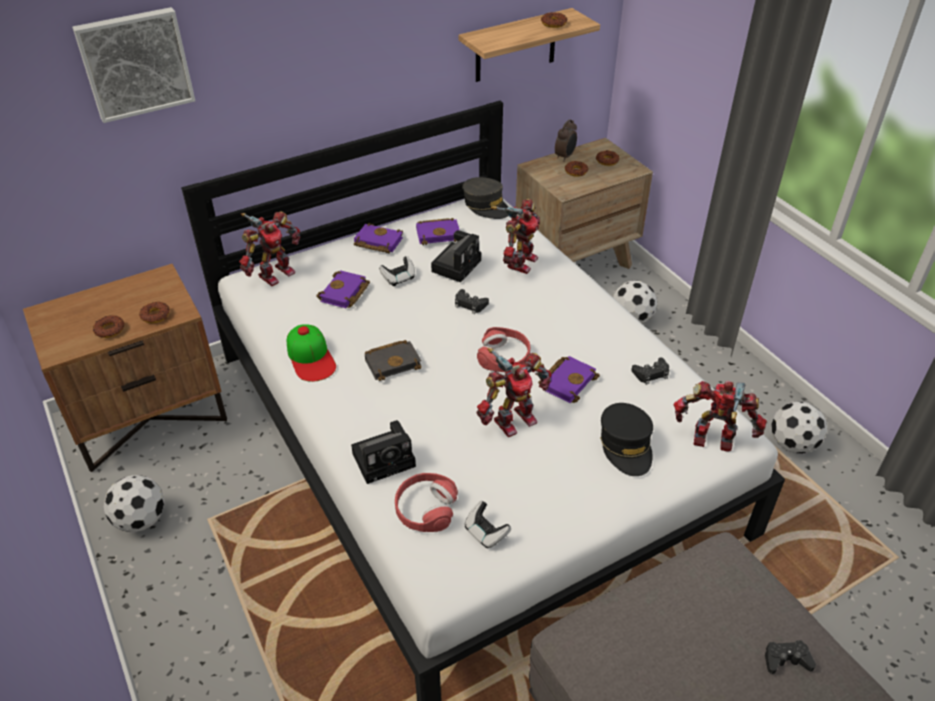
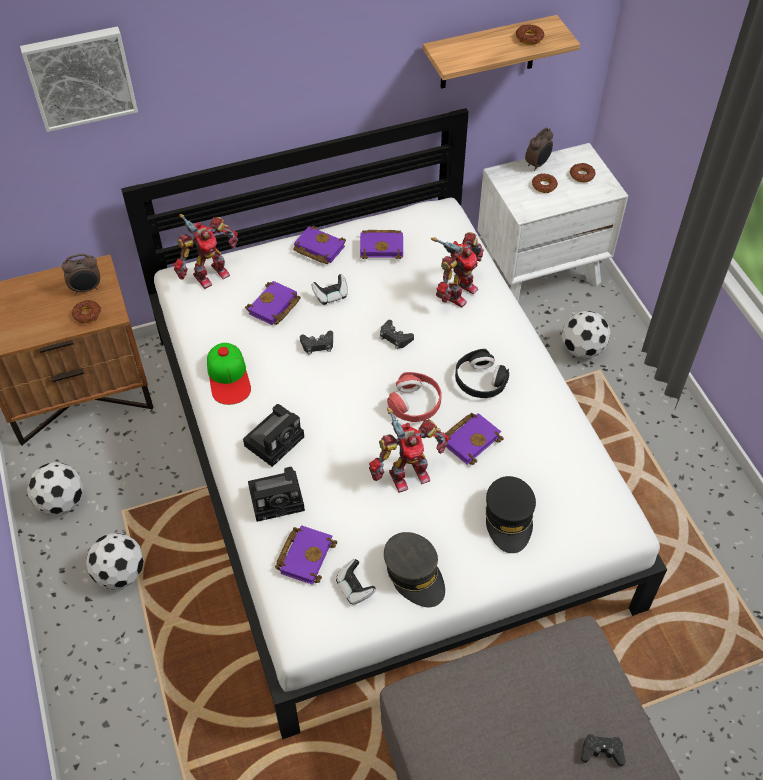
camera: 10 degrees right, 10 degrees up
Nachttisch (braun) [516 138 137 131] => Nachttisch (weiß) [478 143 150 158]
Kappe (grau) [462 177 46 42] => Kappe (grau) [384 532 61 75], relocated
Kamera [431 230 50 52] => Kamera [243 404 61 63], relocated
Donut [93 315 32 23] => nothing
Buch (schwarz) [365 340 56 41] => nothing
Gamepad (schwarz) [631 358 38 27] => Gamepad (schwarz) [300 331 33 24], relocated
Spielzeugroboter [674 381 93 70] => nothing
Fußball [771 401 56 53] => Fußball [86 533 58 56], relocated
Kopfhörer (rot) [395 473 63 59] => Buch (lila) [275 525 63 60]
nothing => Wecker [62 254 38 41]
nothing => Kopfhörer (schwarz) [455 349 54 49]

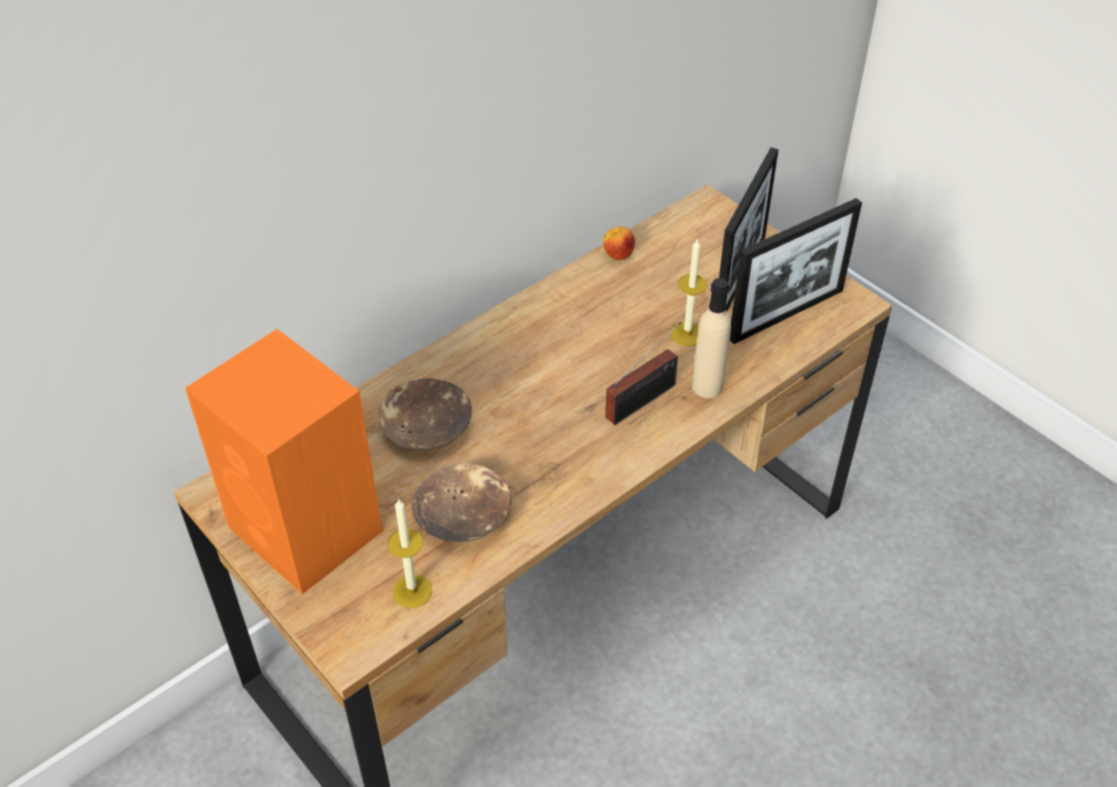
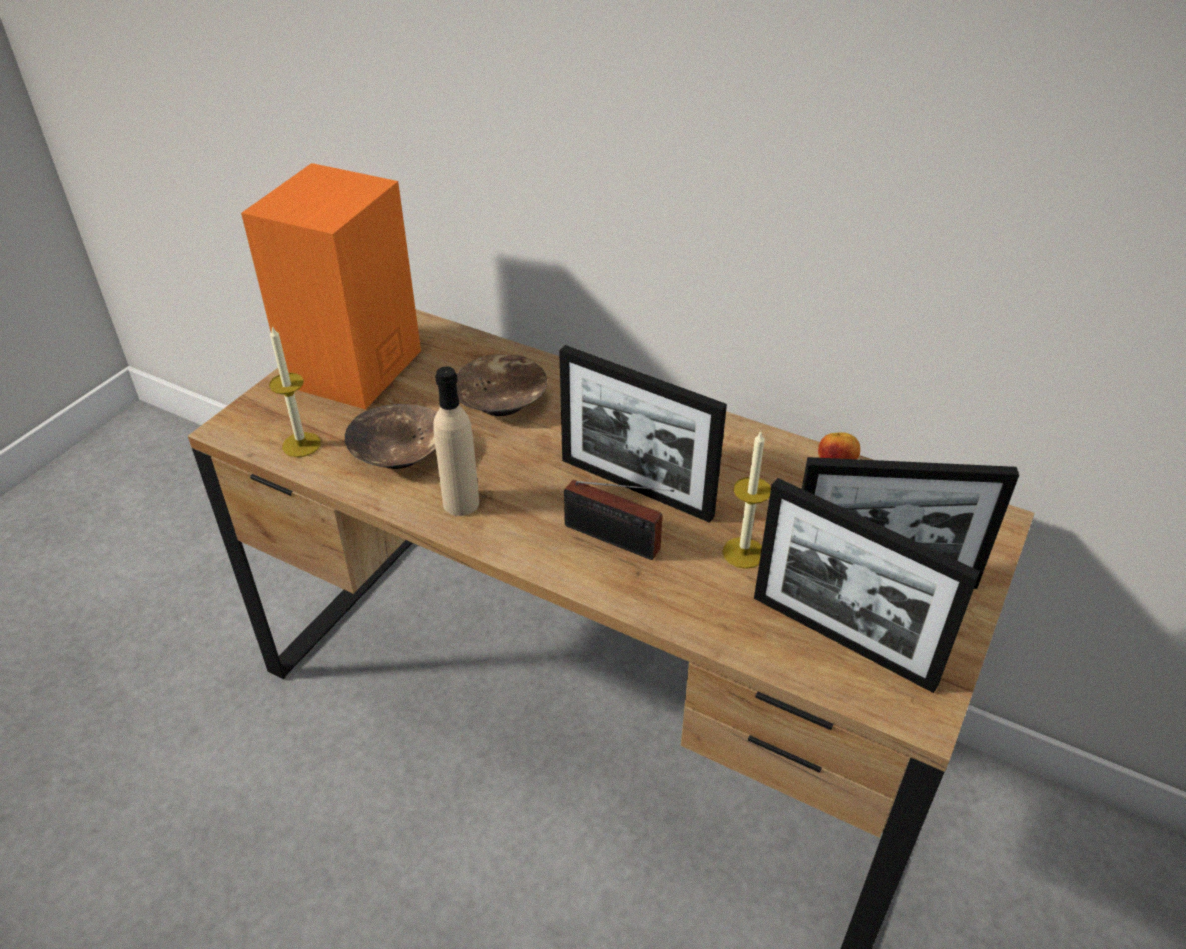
camera: 70 degrees right, 5 degrees down
Flasche (beige) [692 278 39 120] => Flasche (beige) [433 366 46 150], relocated
nothing => Bilderrahmen [559 345 168 178]

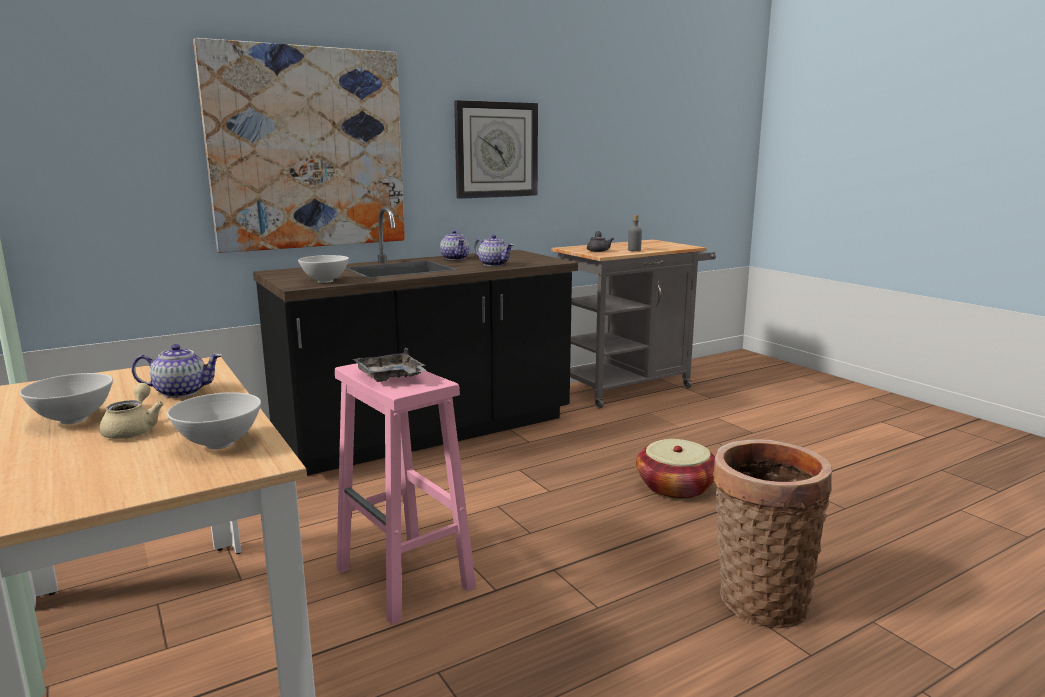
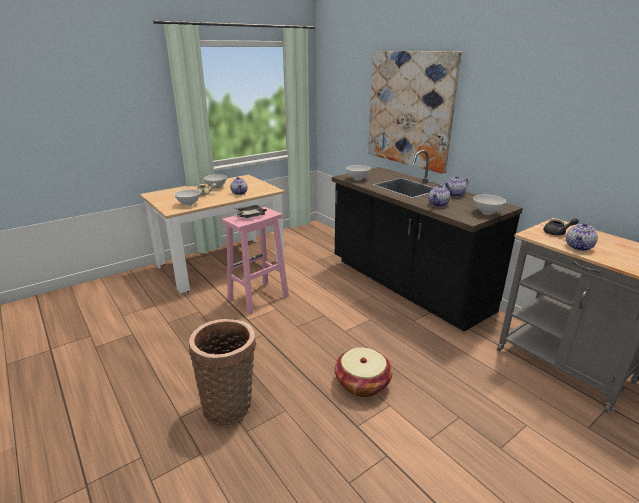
camera: 85 degrees right, 10 degrees up
Wanduhr [454 100 84 99] => nothing
Flasche (grau) [628 215 14 36] => Teekanne [566 222 32 29]
nothing => Schüssel (weiß) [473 195 33 20]

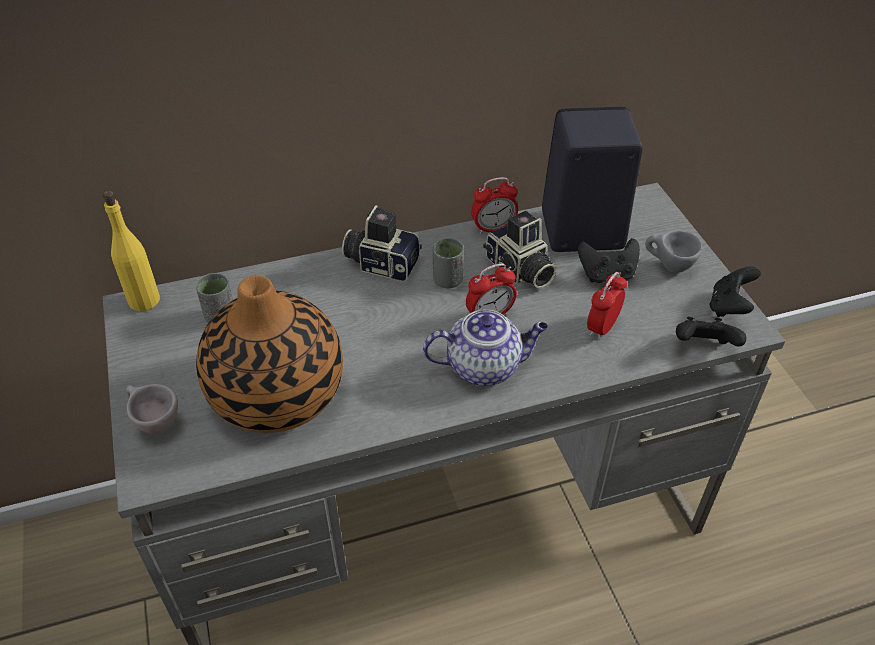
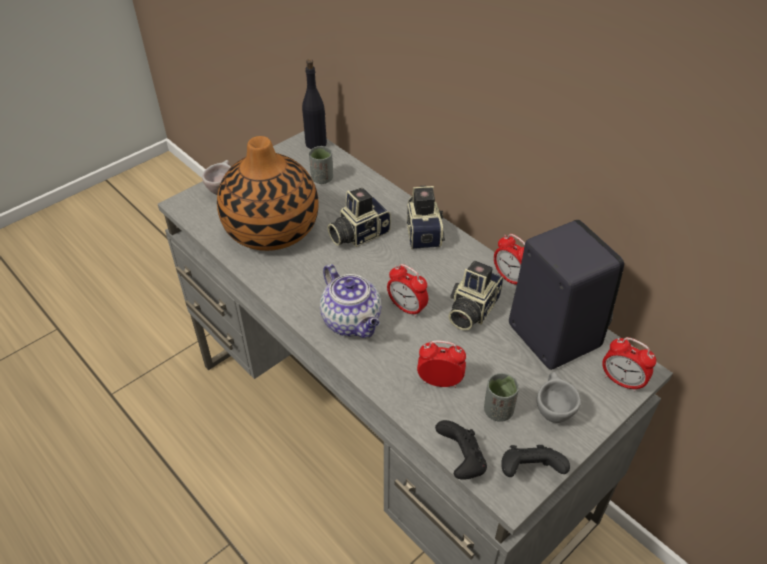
camera: 65 degrees right, 0 degrees up
Flasche (gelb) [103 191 57 120] => Flasche (schwarz) [302 59 25 90]
Tasse (grau) [433 238 31 50] => Tasse (grau) [484 373 35 49], relocated
Gamepad (schwarz) [578 238 62 45] => nothing
nothing => Kamera [328 188 63 59]
nothing => Wecker [602 337 54 55]

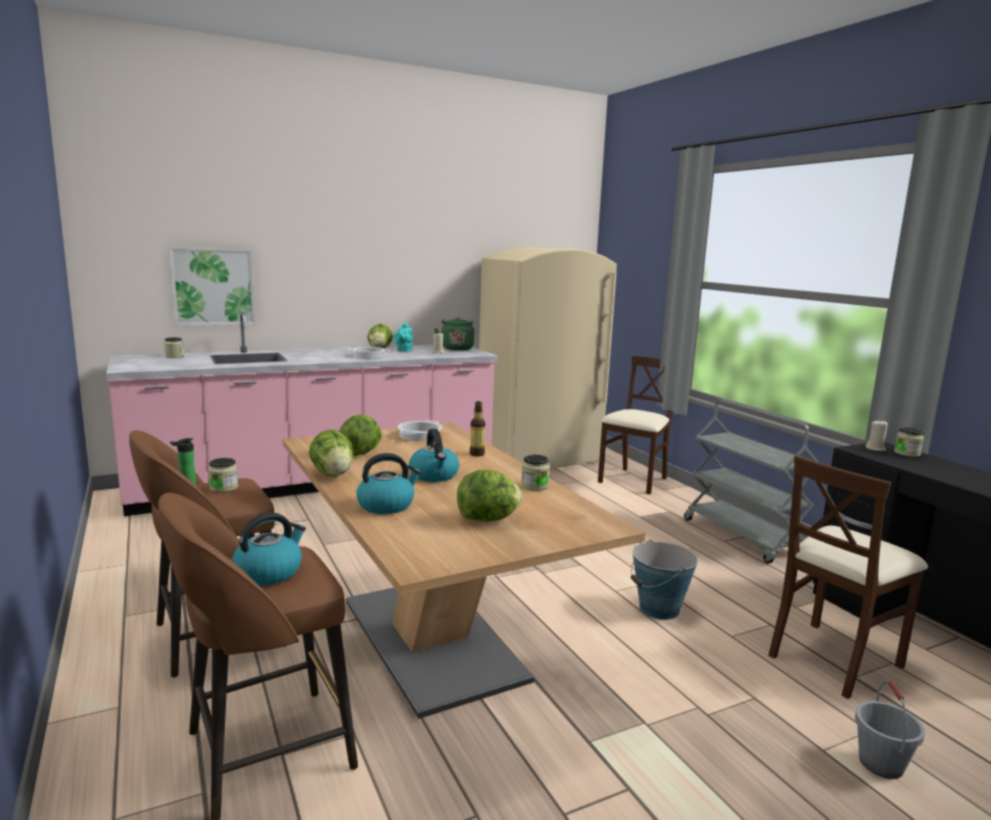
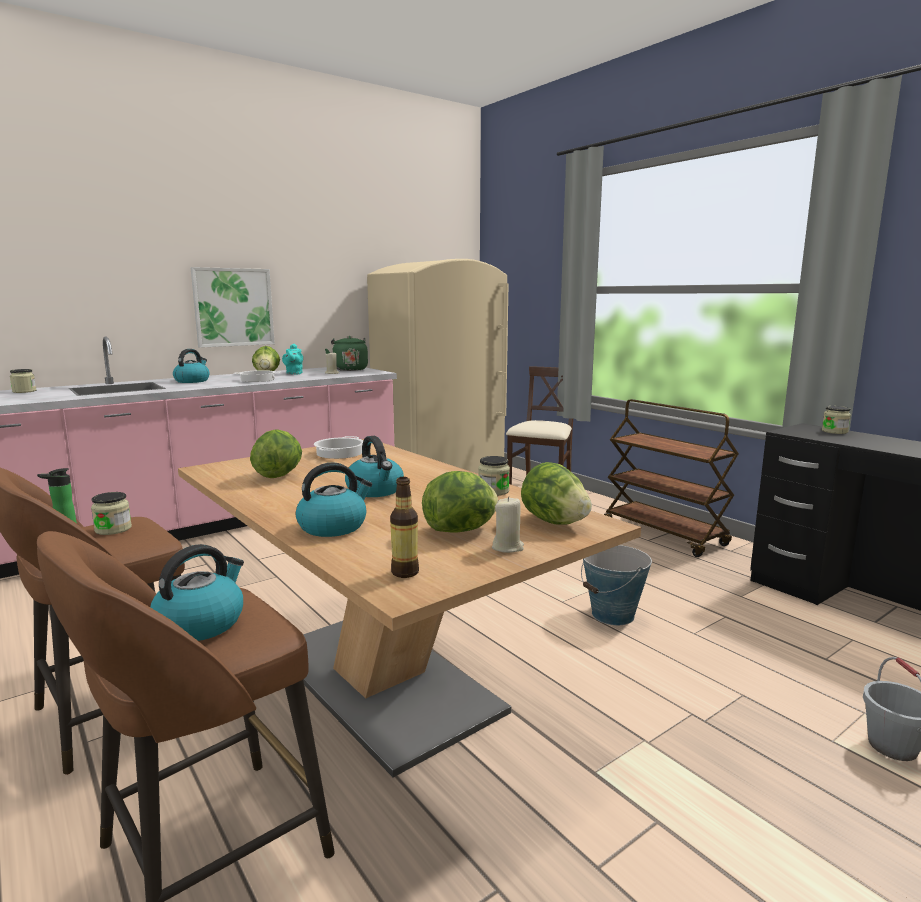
camera: 10 degrees left, 0 degrees up
Bild [169 247 87 79] => Bild [190 267 85 81], relocated
Rollwagen (grau) [684 399 134 165] => Rollwagen (braun) [604 399 135 158]
Flasche [470 401 15 55] => Flasche [390 477 29 101], relocated
Kerze (beige) [865 420 23 31] => Kerze (beige) [492 496 32 57], relocated
Salatkopf [309 429 45 48] => Salatkopf [521 462 71 63], relocated
Stuhl (beige) [768 455 160 244] => nothing
nothing => Wasserkessel [173 349 37 34]

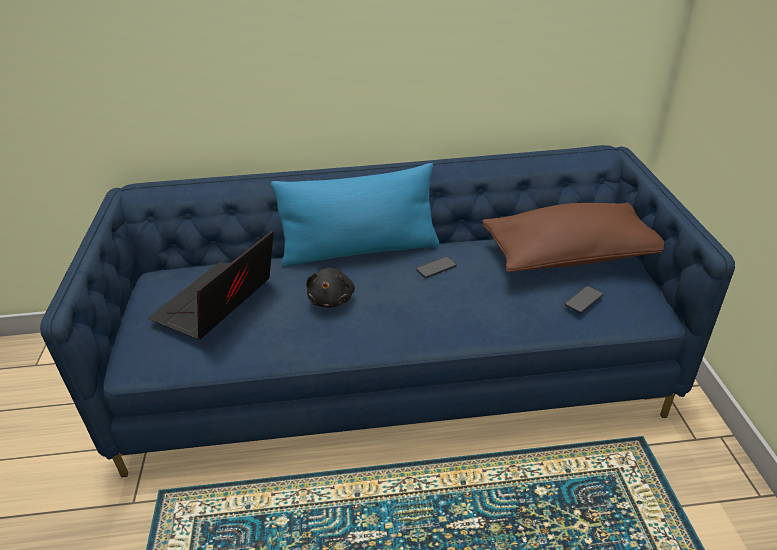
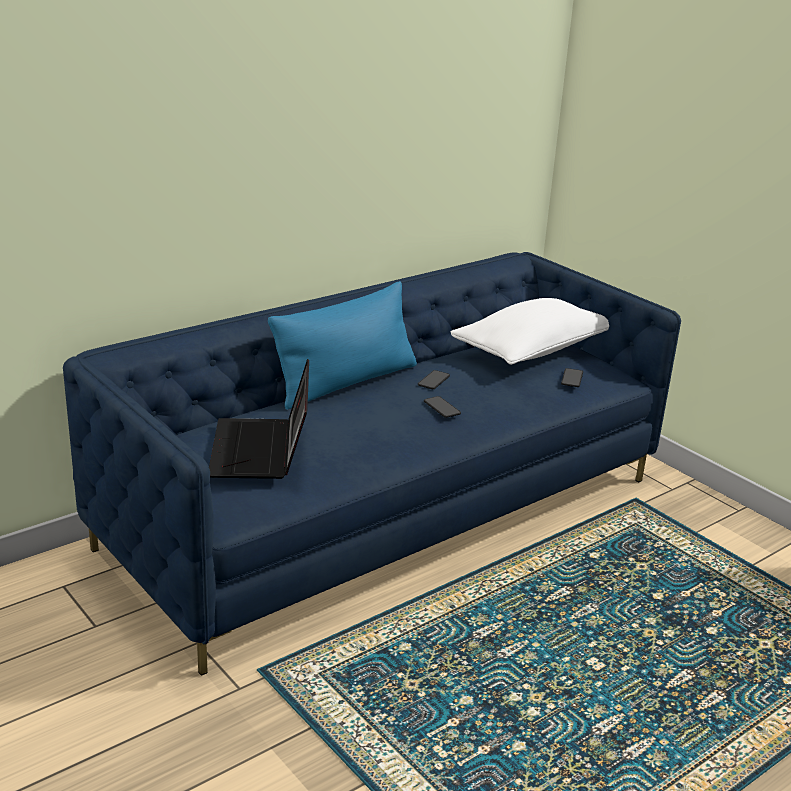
camera: 35 degrees left, 10 degrees down
Kissen (braun) [482 203 182 69] => Kissen (weiß) [450 298 159 67]
Plüschtier (schwarz) [306 268 49 40] => nothing
nothing => Handy [424 396 37 22]

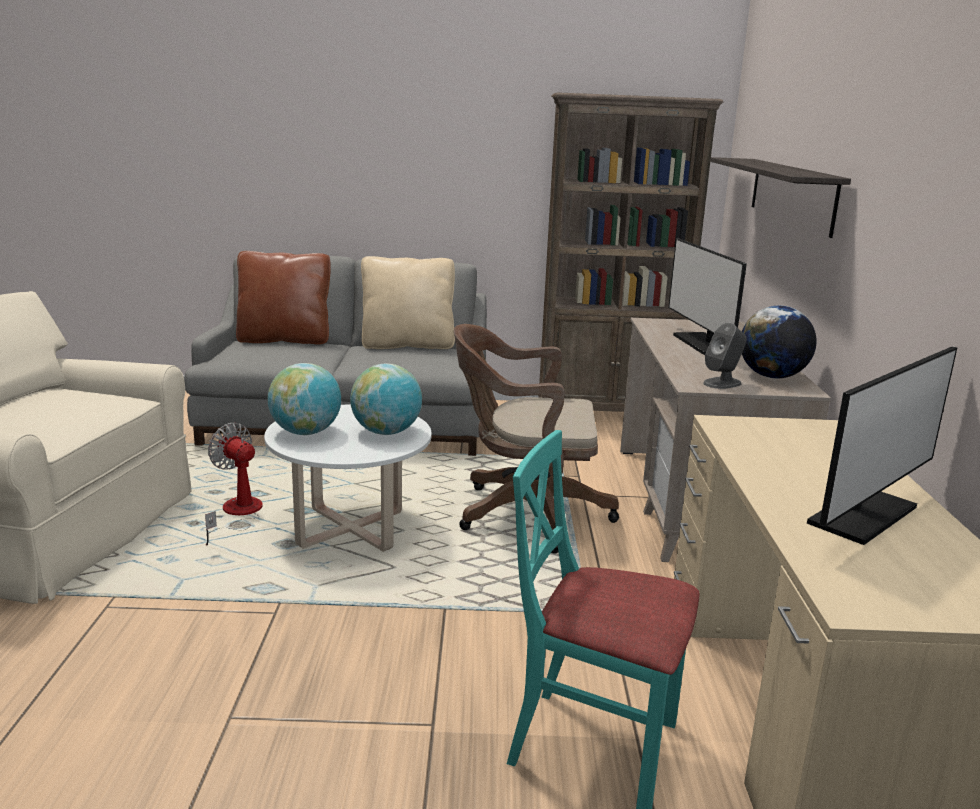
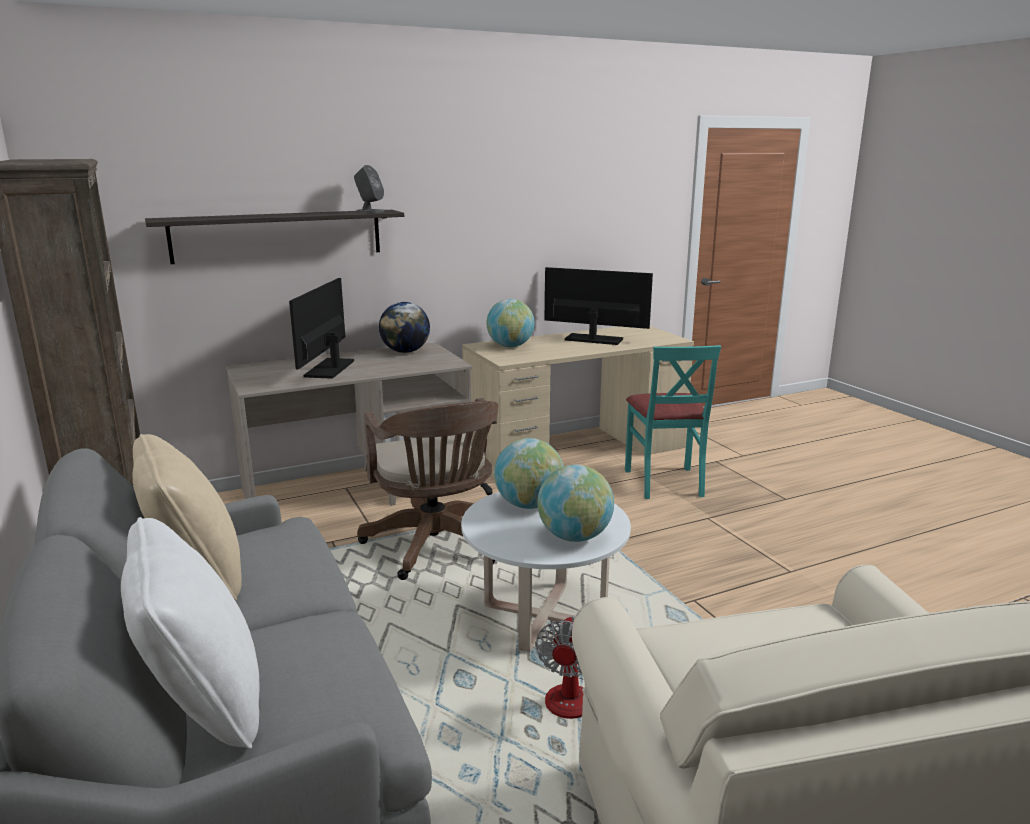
camera: 115 degrees left, 0 degrees up
Monitor [669 238 78 117] => Monitor [289 278 65 101], 135 degrees clockwise
Kissen (braun) [236 251 95 94] => Kissen (weiß) [121 517 138 232]
Lautsprecher (grau) [703 323 44 66] => Lautsprecher (grau) [354 165 30 48], relocated
nothing => Globus [486 299 49 48]

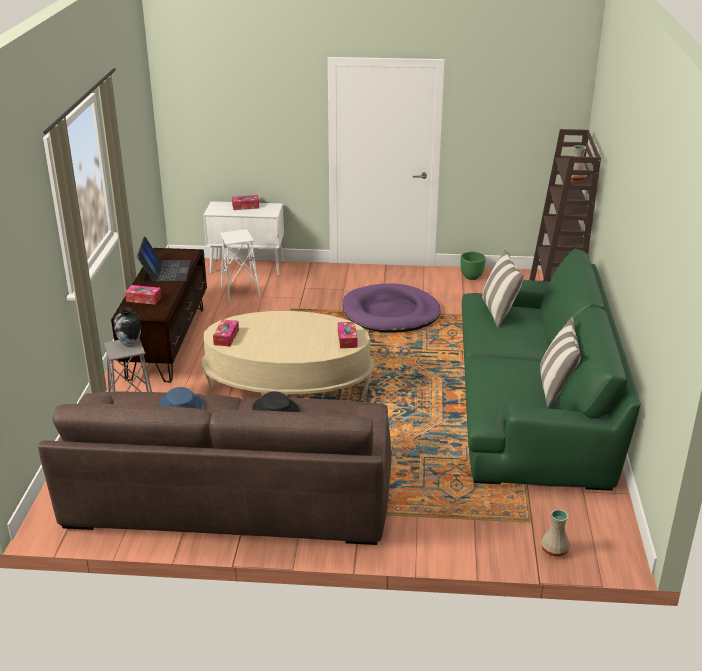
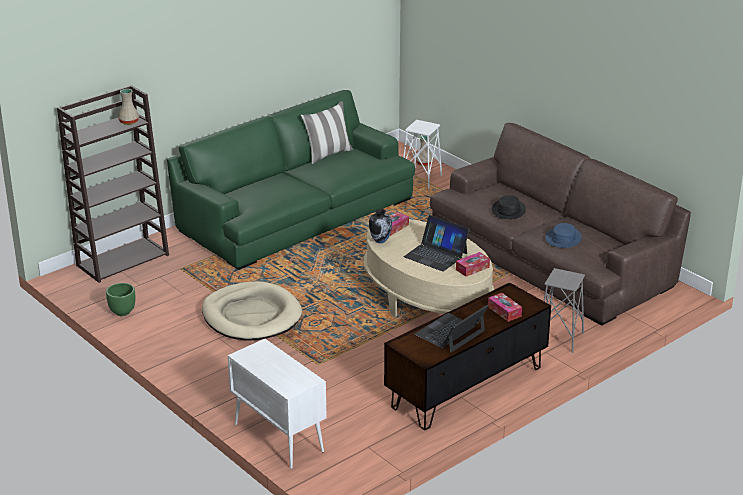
camera: 135 degrees left, 0 degrees up
Taschentuchbox [232 195 27 15] => nothing
Hocker (weiß) [220 229 40 72] => Hocker (weiß) [403 120 39 68], relocated
Kissen [482 248 42 80] => nothing
Hundebett (lila) [342 283 99 49] => Hundebett (beige) [202 281 100 60]
Vase [114 307 27 40] => Vase [369 209 23 34], relocated
nothing => Laptop [404 215 66 57]

